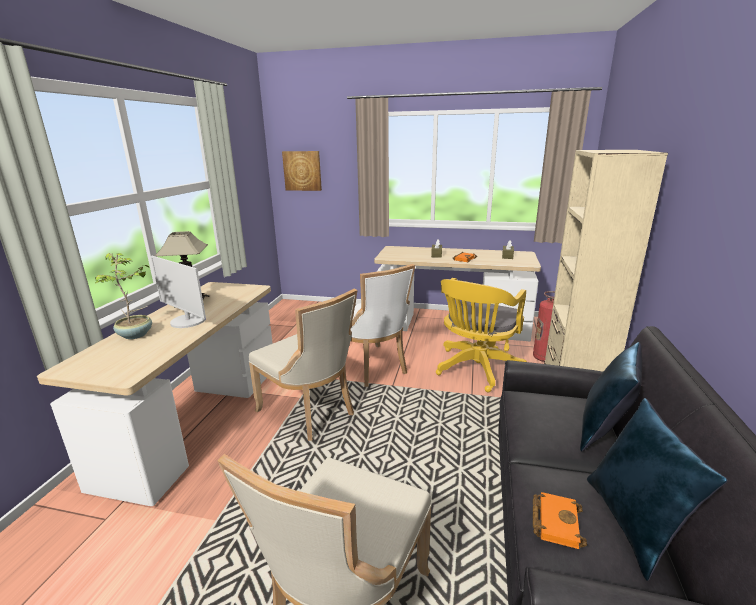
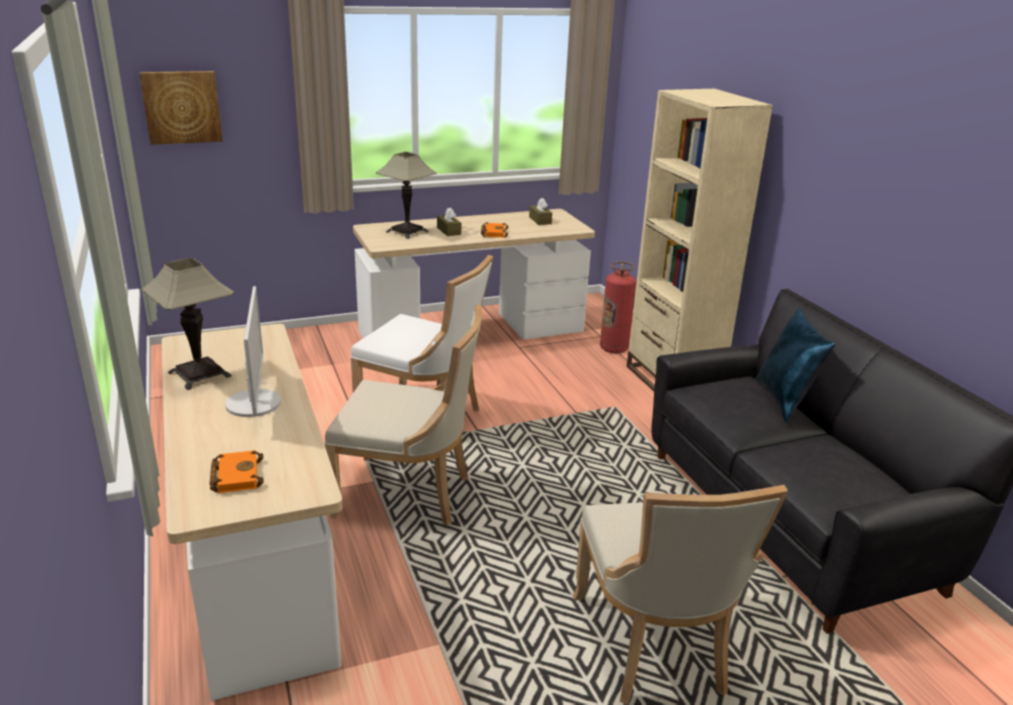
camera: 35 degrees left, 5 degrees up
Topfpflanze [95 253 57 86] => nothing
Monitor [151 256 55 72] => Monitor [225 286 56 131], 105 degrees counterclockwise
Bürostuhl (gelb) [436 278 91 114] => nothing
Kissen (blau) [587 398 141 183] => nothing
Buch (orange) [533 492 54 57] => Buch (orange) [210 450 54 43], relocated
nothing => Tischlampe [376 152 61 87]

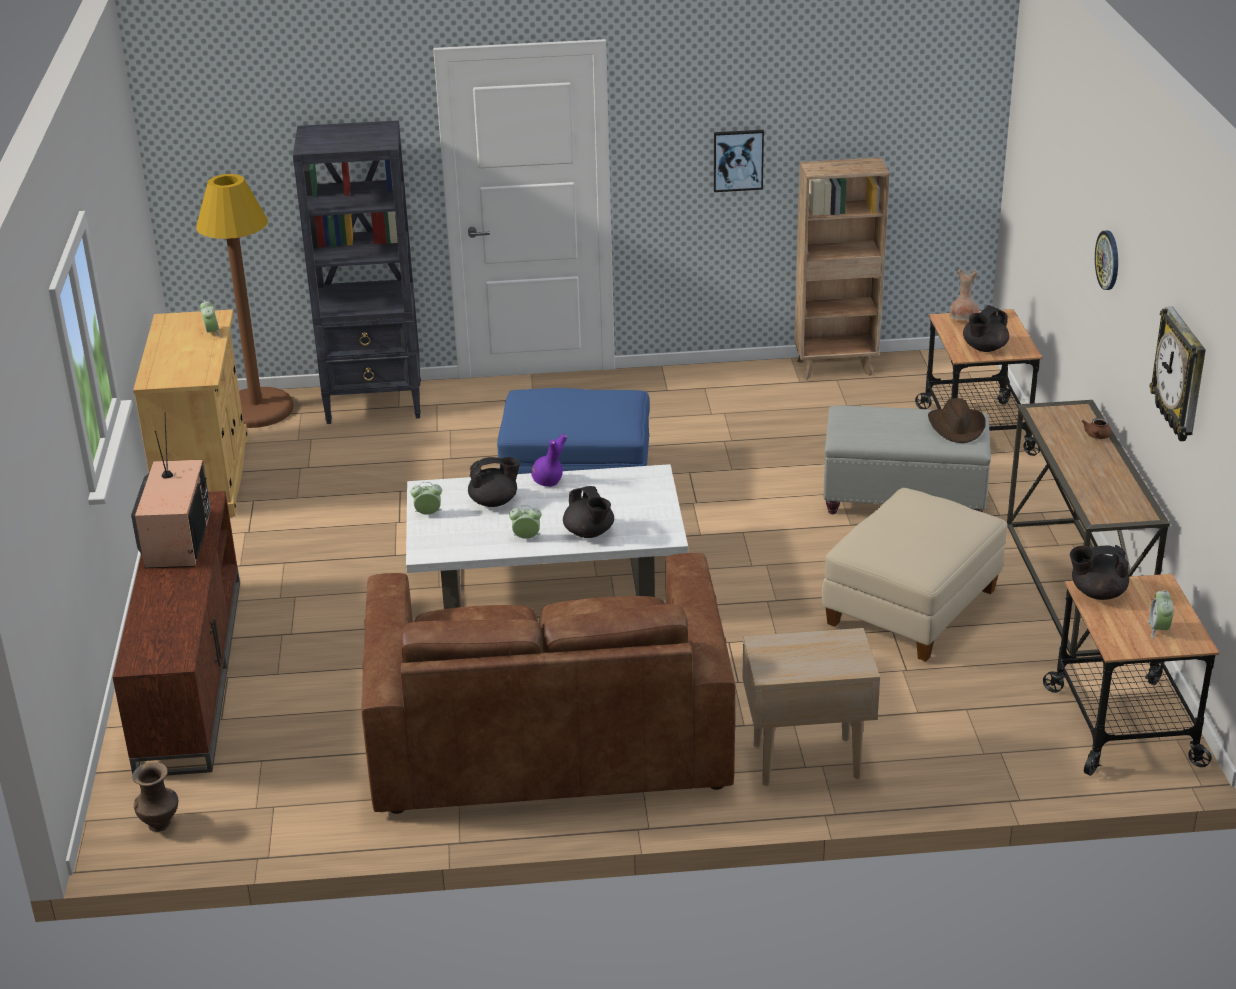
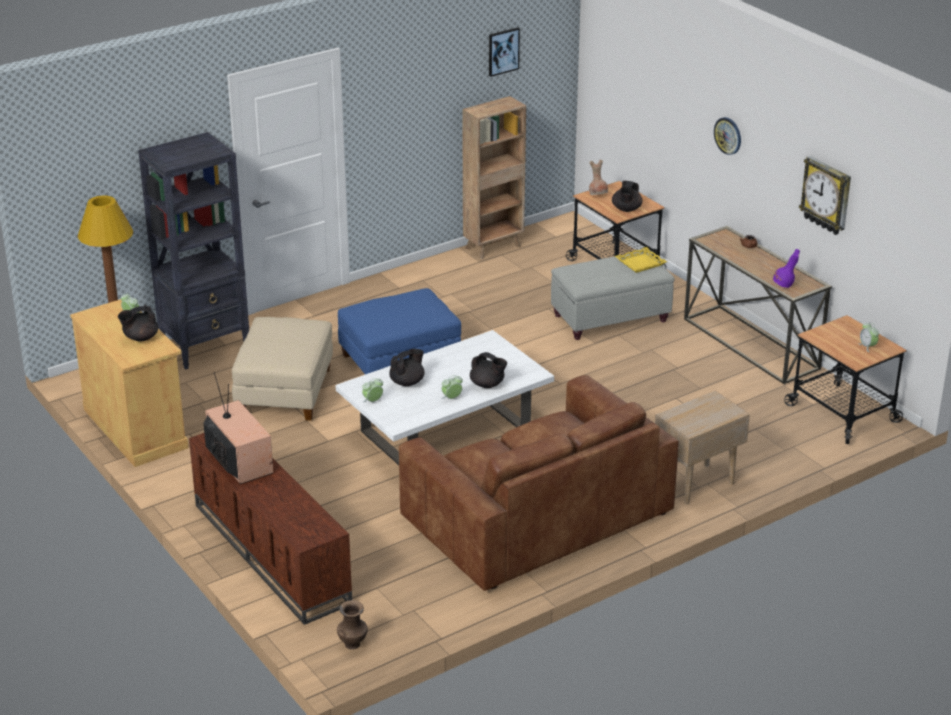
camera: 30 degrees left, 0 degrees up
Bild [714 130 50 62] => Bild [489 27 31 50], relocated
Hut (braun) [928 398 58 45] => Tablett (gelb) [615 247 52 26]
Vase (lila) [531 434 36 53] => Vase (lila) [773 249 27 39], relocated
Polsterhocker (beige) [822 488 186 174] => Polsterhocker (beige) [232 317 101 104], relocated
Teekanne (schwarz) [1070 545 59 55] => Teekanne (schwarz) [118 305 40 36], relocated

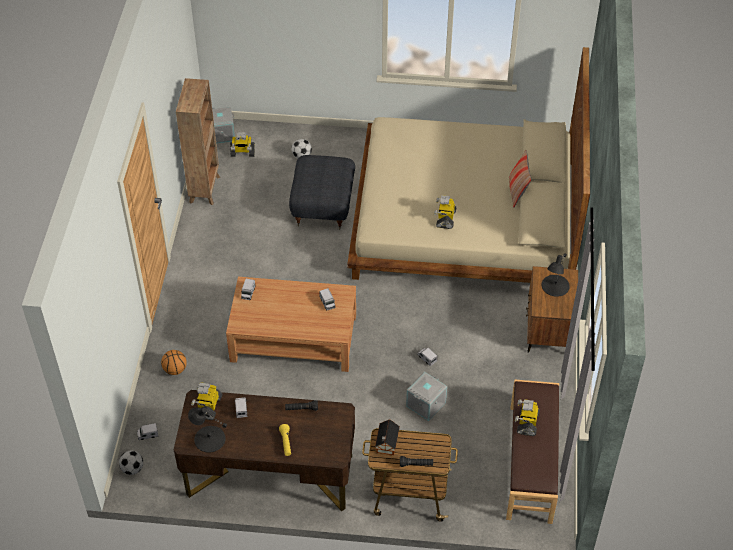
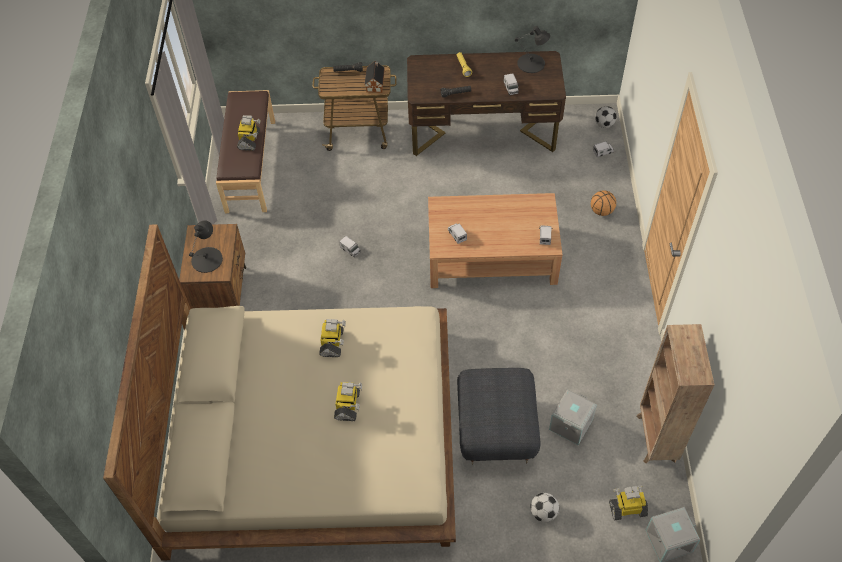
camera: 175 degrees right, 5 degrees up
Kissen [509 150 22 58] => nothing
Aufbewahrungsbox (grau) [406 372 41 49] => Aufbewahrungsbox (grau) [549 390 48 55], relocated
Spielzeugroboter [191 382 32 38] => Spielzeugroboter [334 382 29 39], relocated

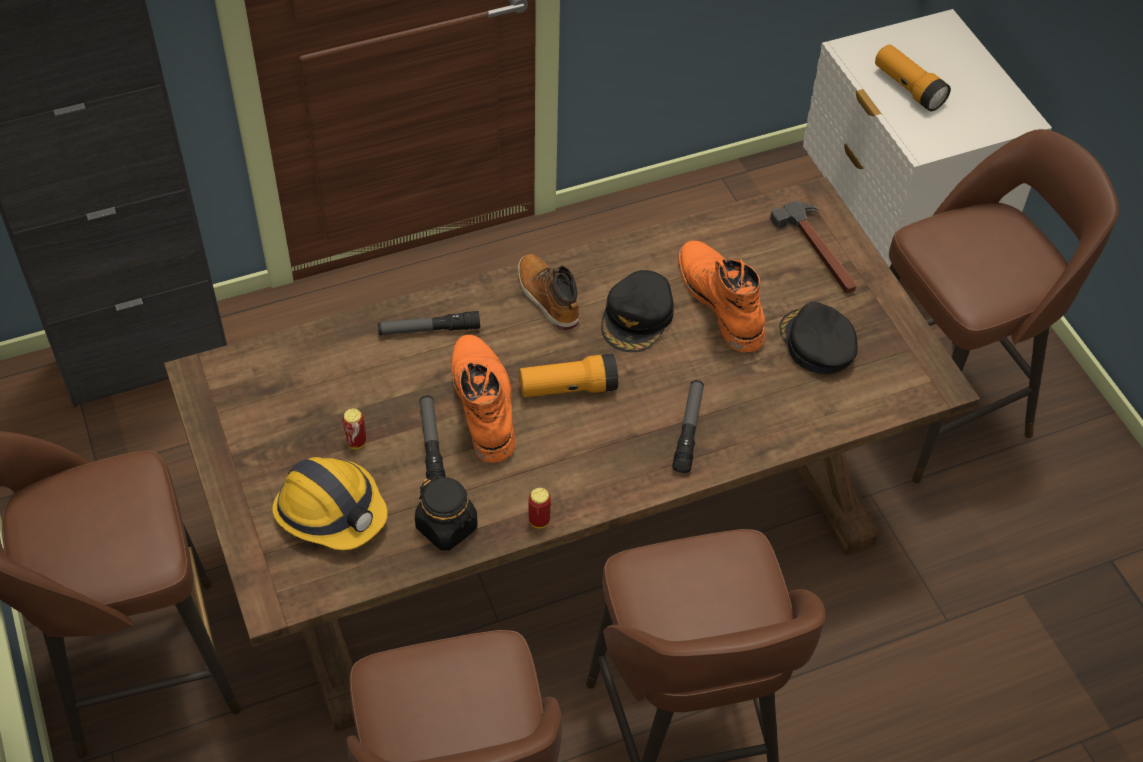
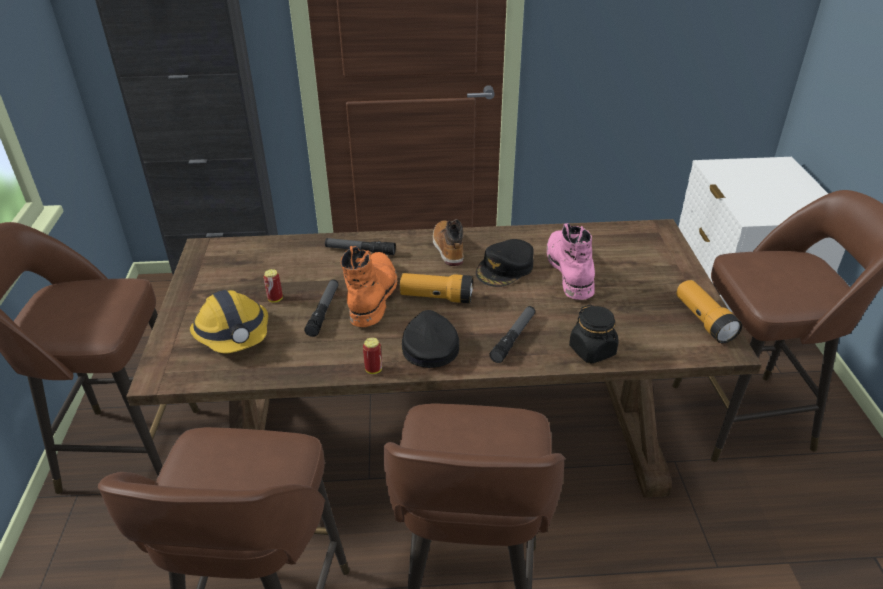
camera: 20 degrees right, 15 degrees down
Taschenlampe [875 44 76 67] => Taschenlampe [676 280 66 63], relocated
Hammer [770 201 87 93] => nothing
Stiefel (orange) [678 240 87 112] => Stiefel (rosa) [547 223 48 77]
Kappe (schwarz) [779 302 79 72] => Kappe (schwarz) [402 310 57 58], relocated
Vorratsglas (schwarz) [415 476 63 75] => Vorratsglas (schwarz) [569 304 50 60], relocated

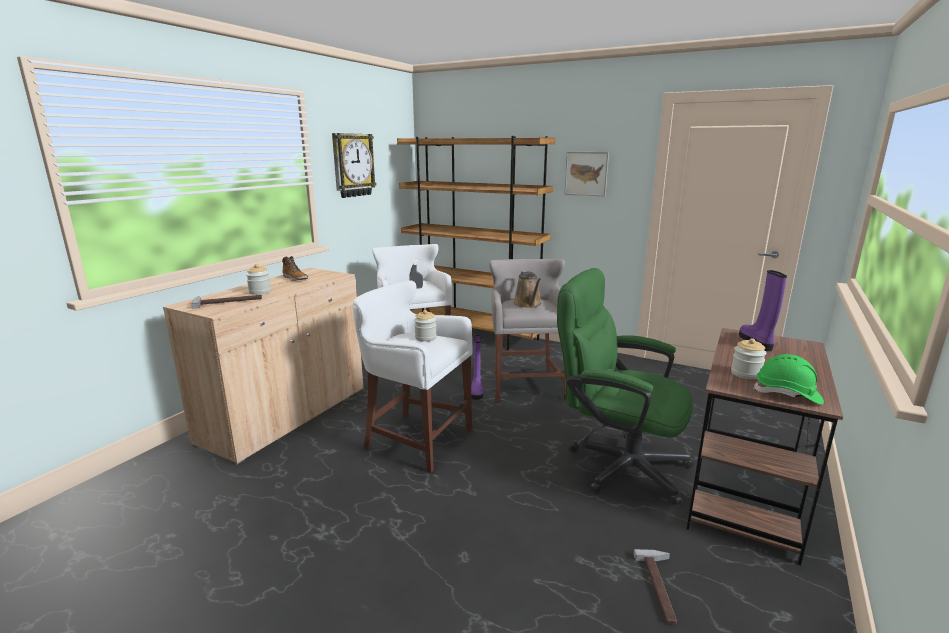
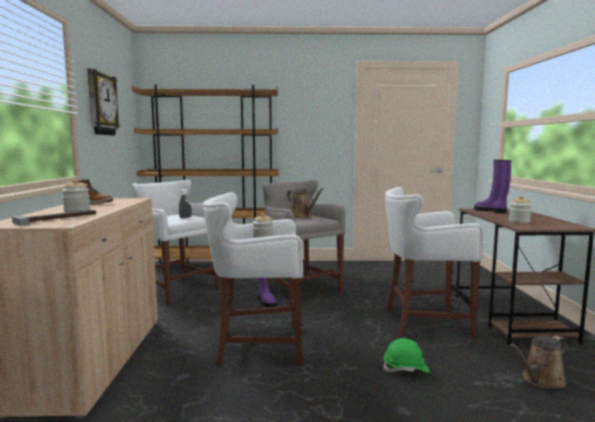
camera: 30 degrees left, 10 degrees down
Bild [564 152 45 45] => nothing
Bürostuhl (grün) [557 268 137 237] => Hocker (weiß) [385 187 98 151]
Schutzhelm (grün) [753 354 71 51] => Schutzhelm (grün) [383 338 47 35], relocated
Hammer [633 549 44 75] => Gießkanne (braun) [510 335 56 53]

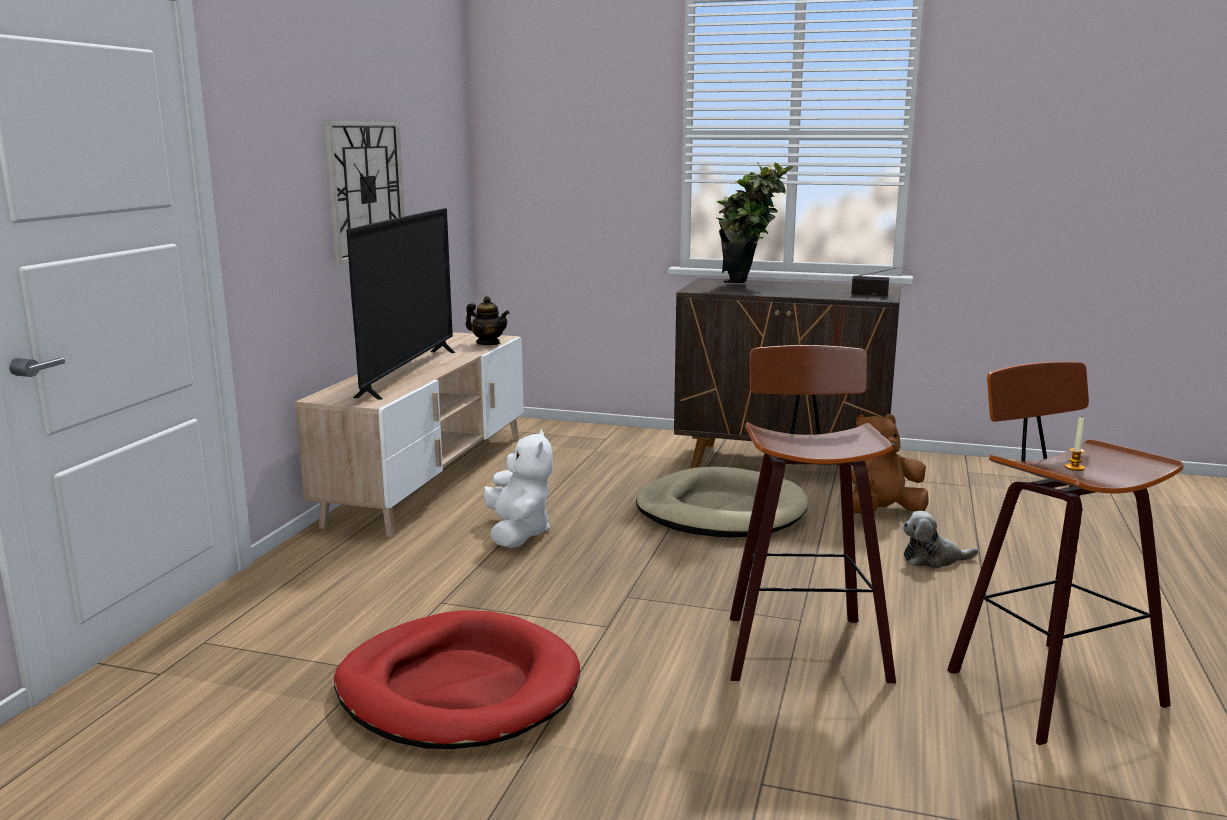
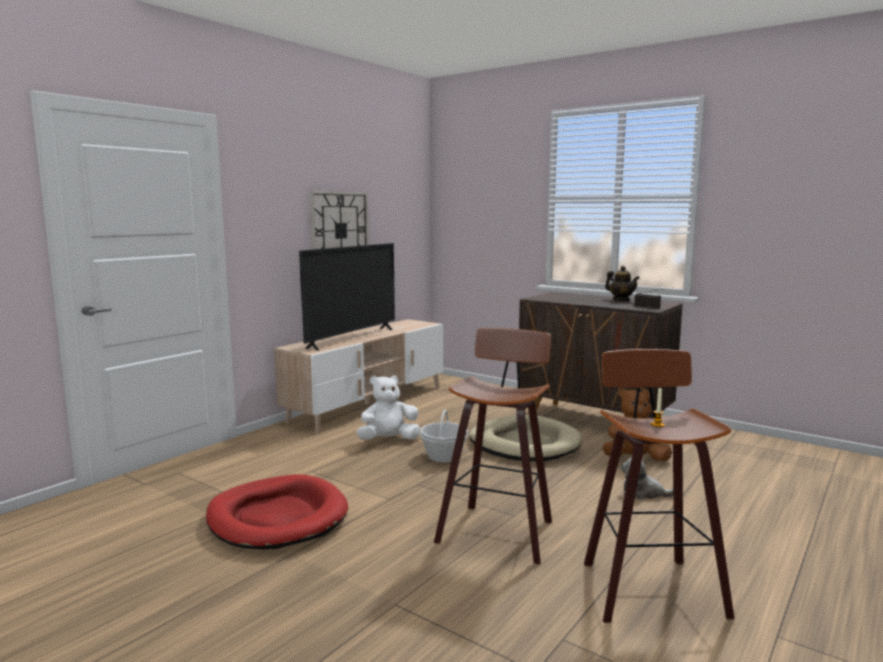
camera: 20 degrees right, 5 degrees down
Topfpflanze [715 162 78 121] => nothing
Teekanne [465 296 44 49] => Teekanne [605 266 35 35], relocated
Plüschtier (weiß) [483 430 70 118] => Plüschtier (weiß) [356 375 64 65], 120 degrees counterclockwise
nothing => Korb [420 410 48 52]

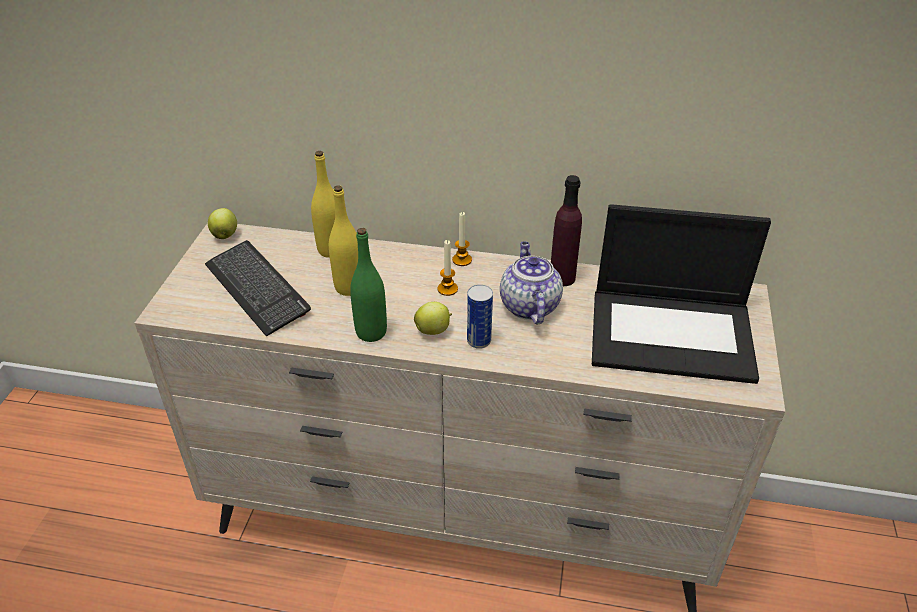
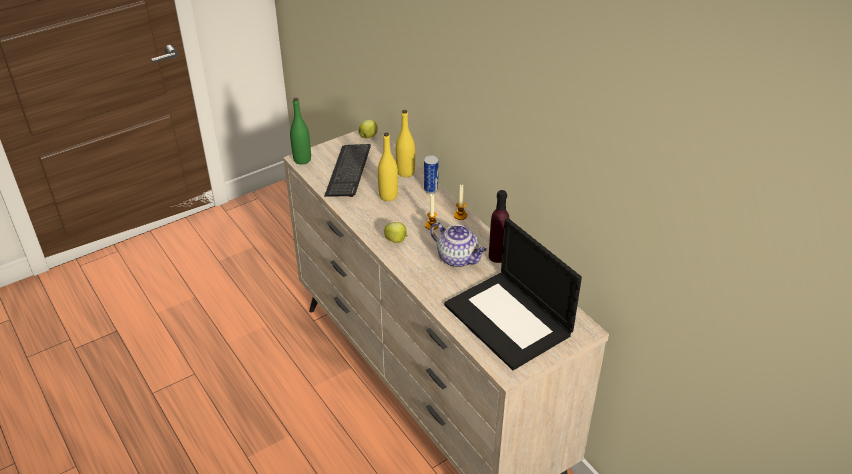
camera: 45 degrees right, 0 degrees up
Flasche (grün) [350 228 37 114] => Flasche (grün) [290 98 21 67], relocated
Teekanne [500 241 63 84] => Teekanne [430 222 57 45], 90 degrees clockwise
Dose [467 285 26 64] => Dose [424 155 15 39], relocated

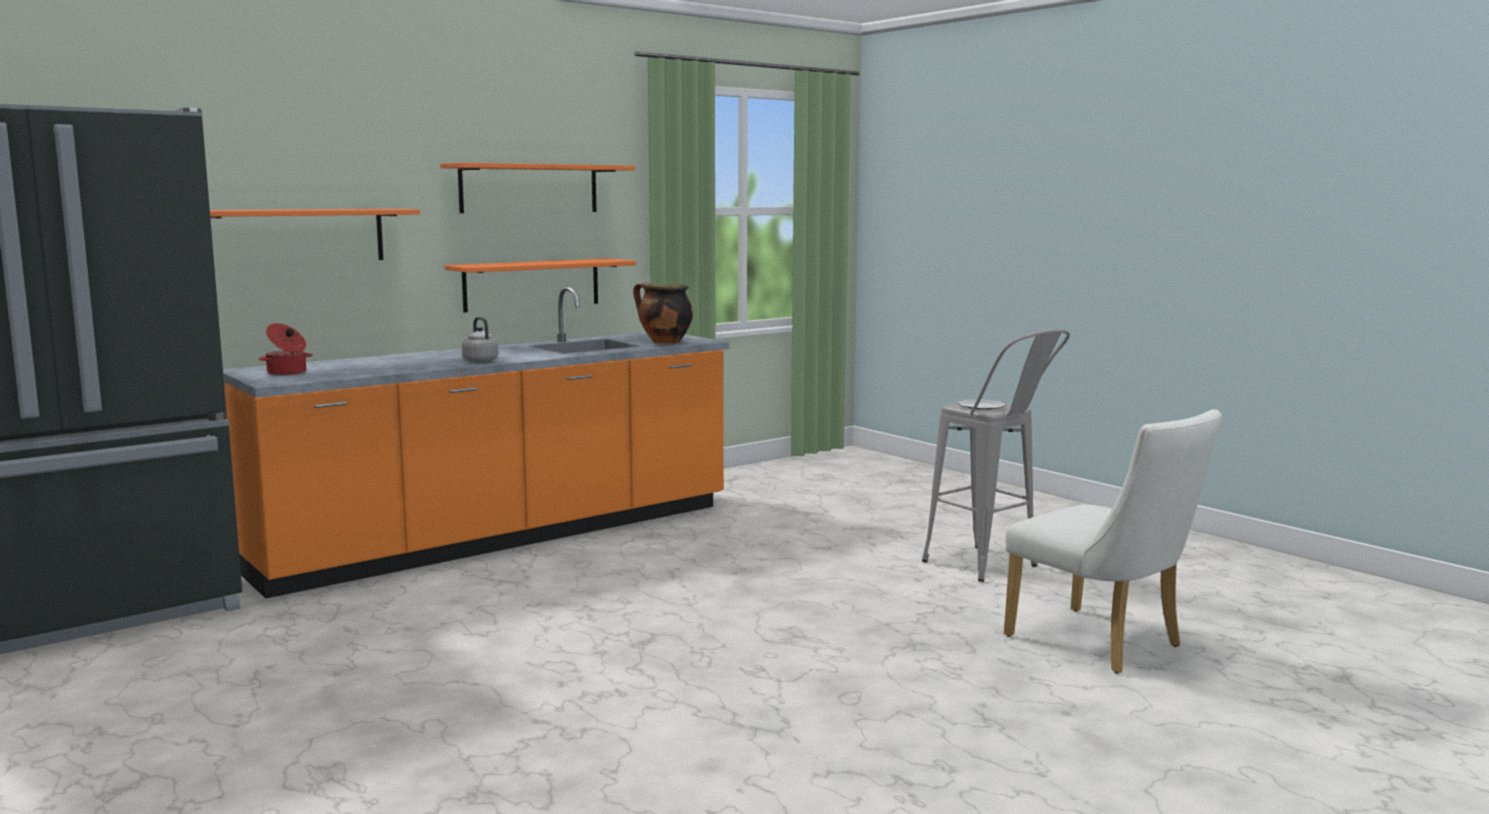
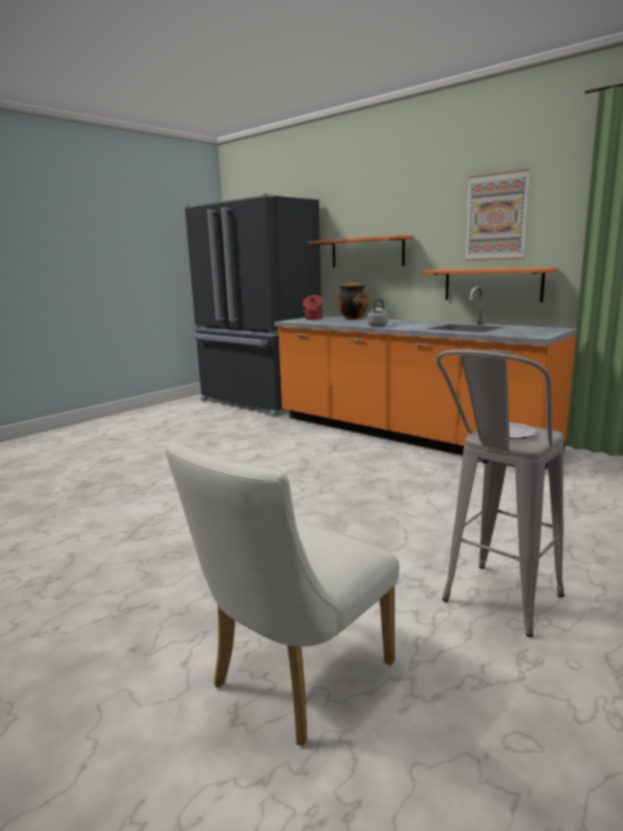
camera: 80 degrees right, 5 degrees up
Wandregal (orange) [440 163 195 50] => Bild [465 169 65 92]
Kochtopf [633 282 60 62] => Kochtopf [337 283 32 37], relocated

